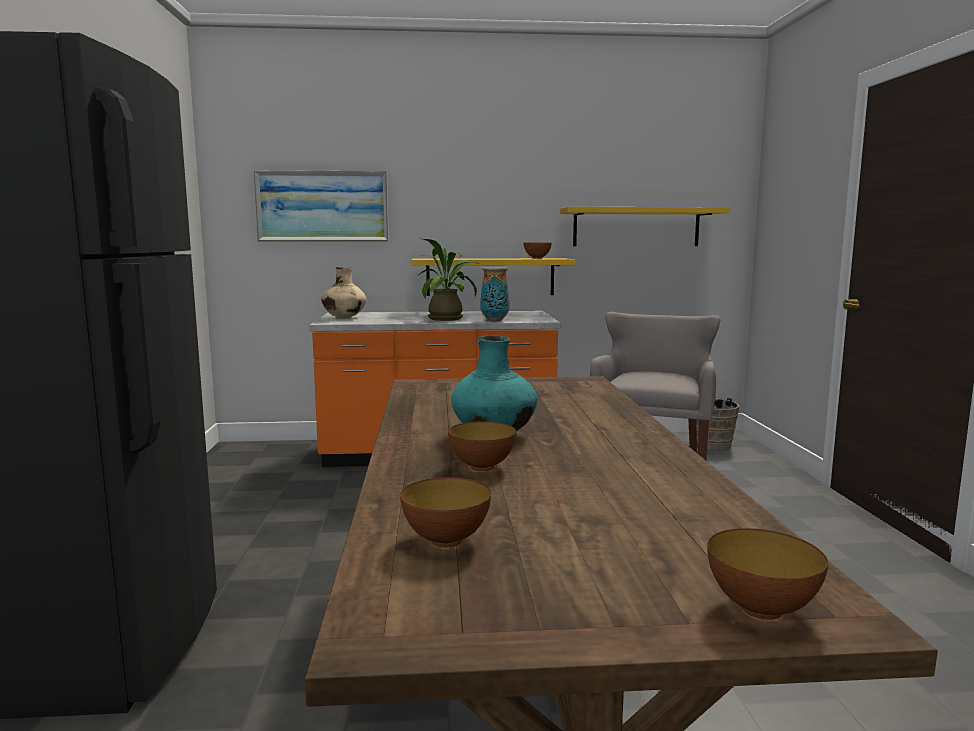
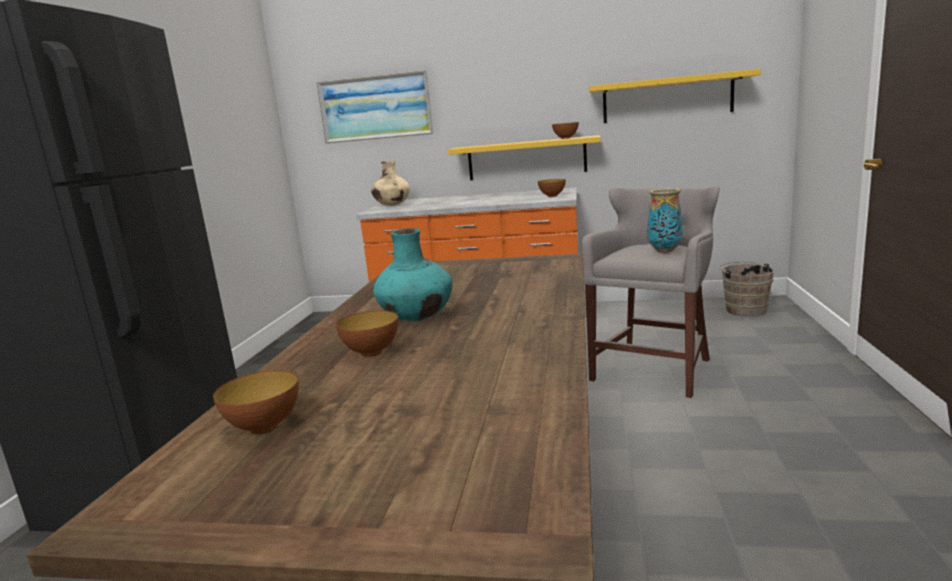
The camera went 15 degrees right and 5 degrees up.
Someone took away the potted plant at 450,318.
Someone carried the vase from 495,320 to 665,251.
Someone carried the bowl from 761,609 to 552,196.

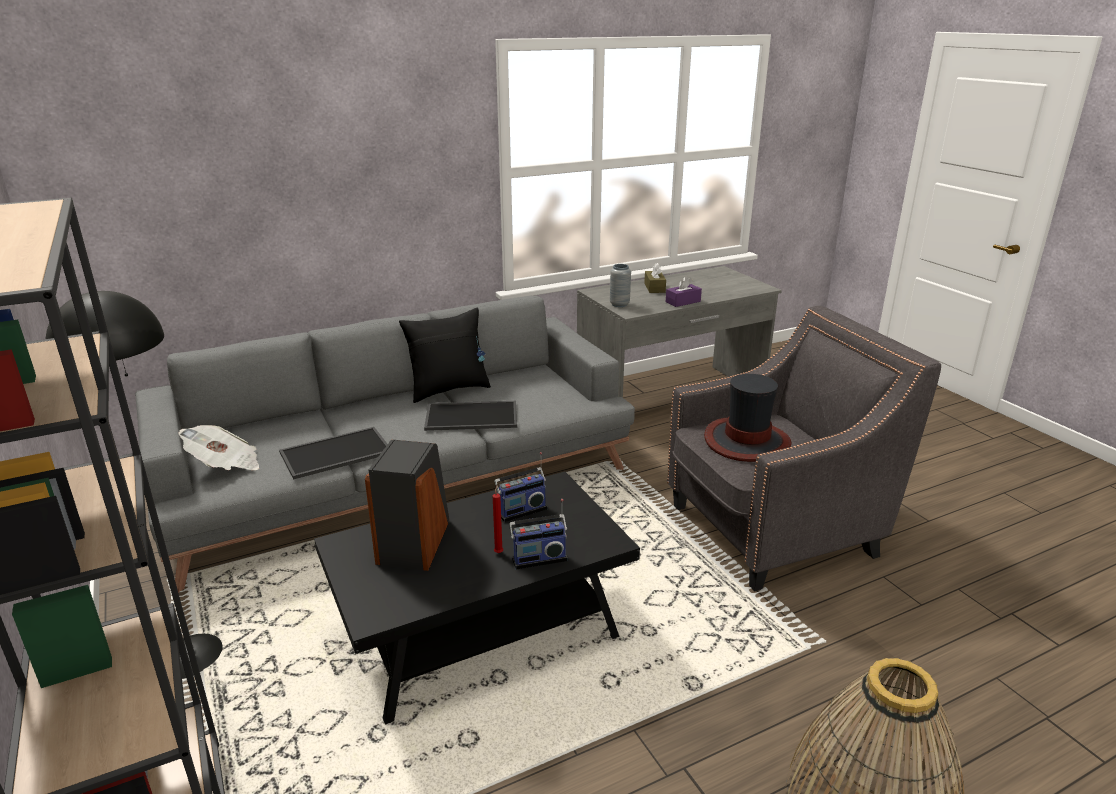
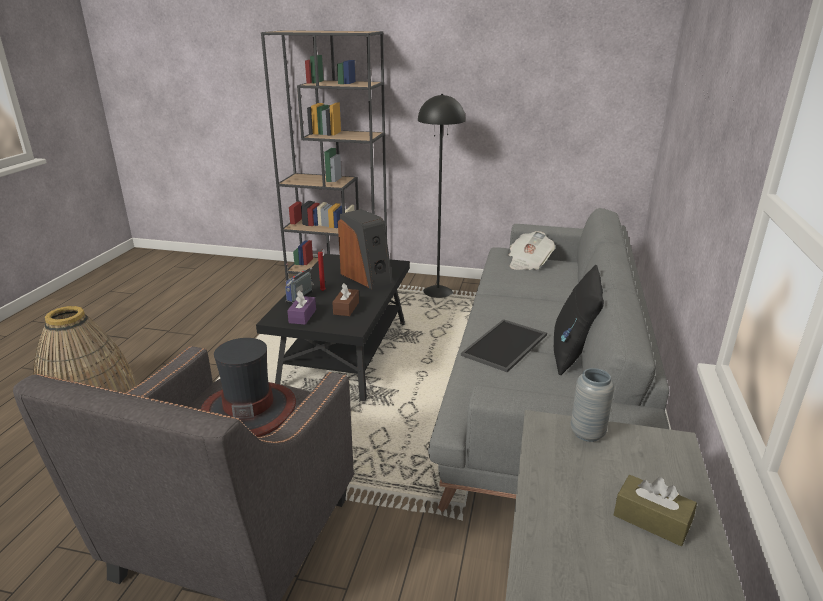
The camera went 130 degrees right and 0 degrees up.
Someone took away the tray at 335,454.
Someone swapped the radio at 521,510 for the brown tissue box at 346,308.
Someone carried the purple tissue box from 683,302 to 302,316.

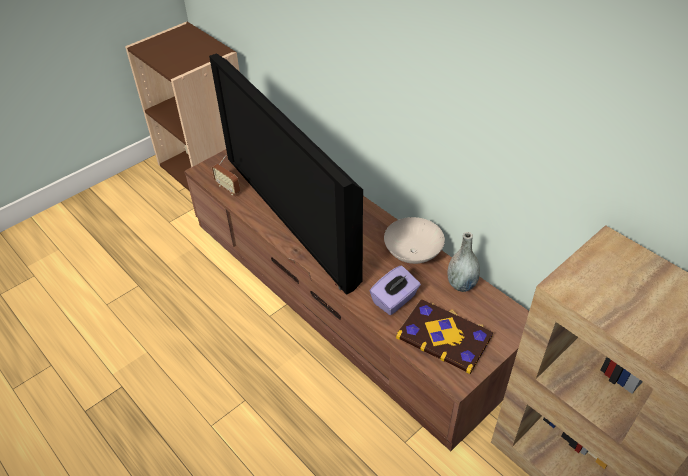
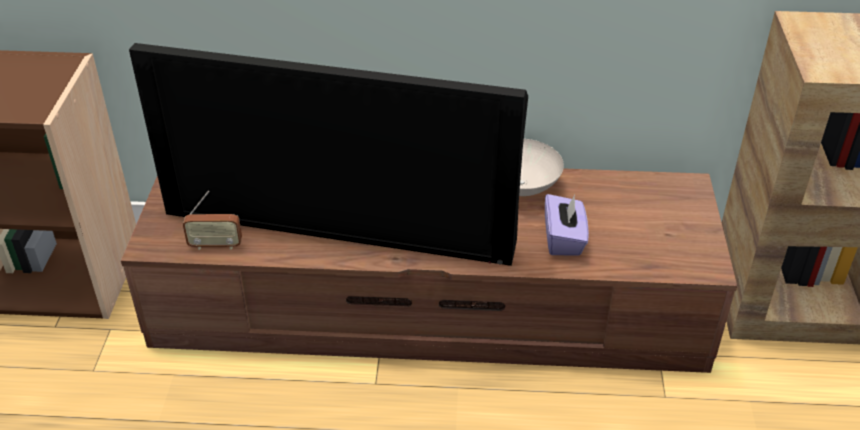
The camera went 45 degrees left and 5 degrees down.
Someone took away the book at 444,336.
Someone took away the grey vase at 461,285.

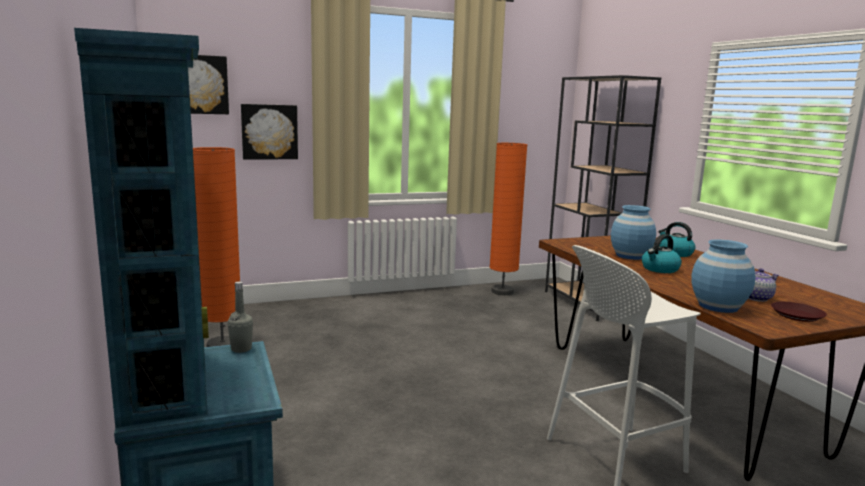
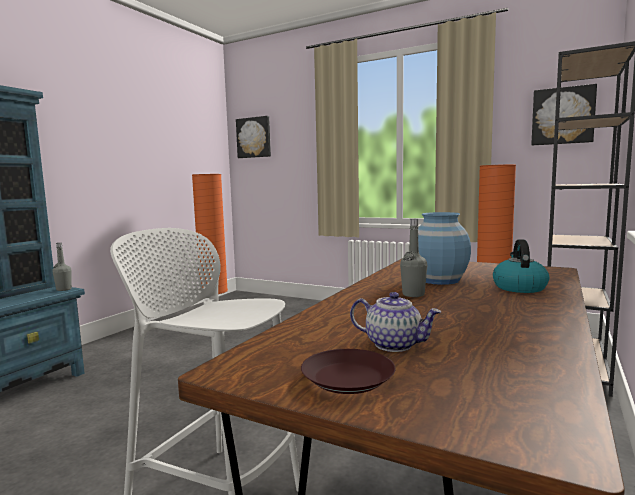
The camera went 50 degrees right and 5 degrees down.
Someone carried the picture from 269,132 to 562,116.
Someone swapped the kettle at 660,269 for the grey bottle at 413,294.
Someone took away the blue vase at 718,306.

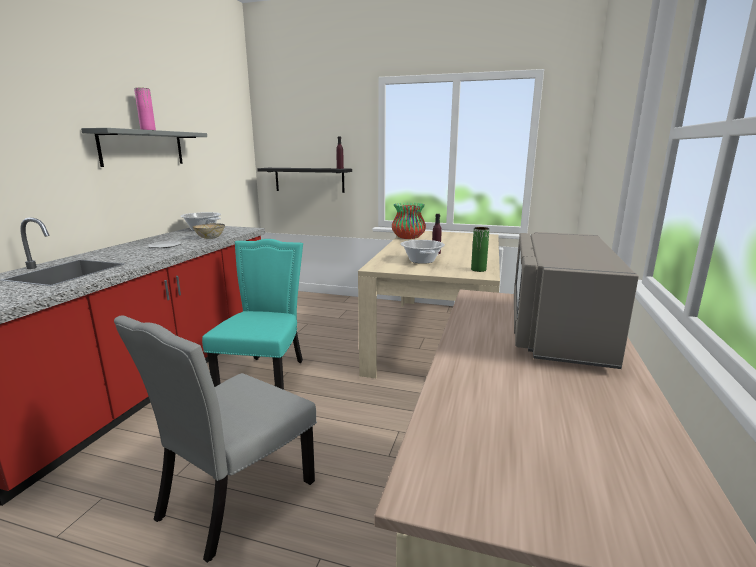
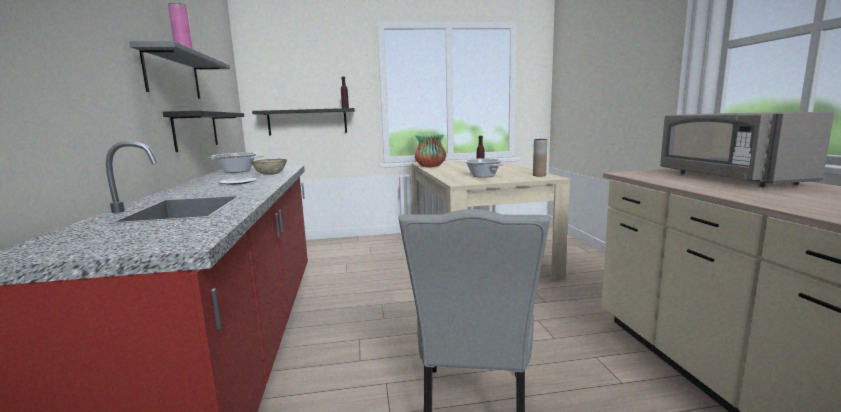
The camera went 25 degrees left and 5 degrees down.
Someone took away the turquoise chair at 264,379.
Someone repainted the green vase at 478,270, which became the brown vase at 539,175.
Someone put up the black shelf at 196,130.

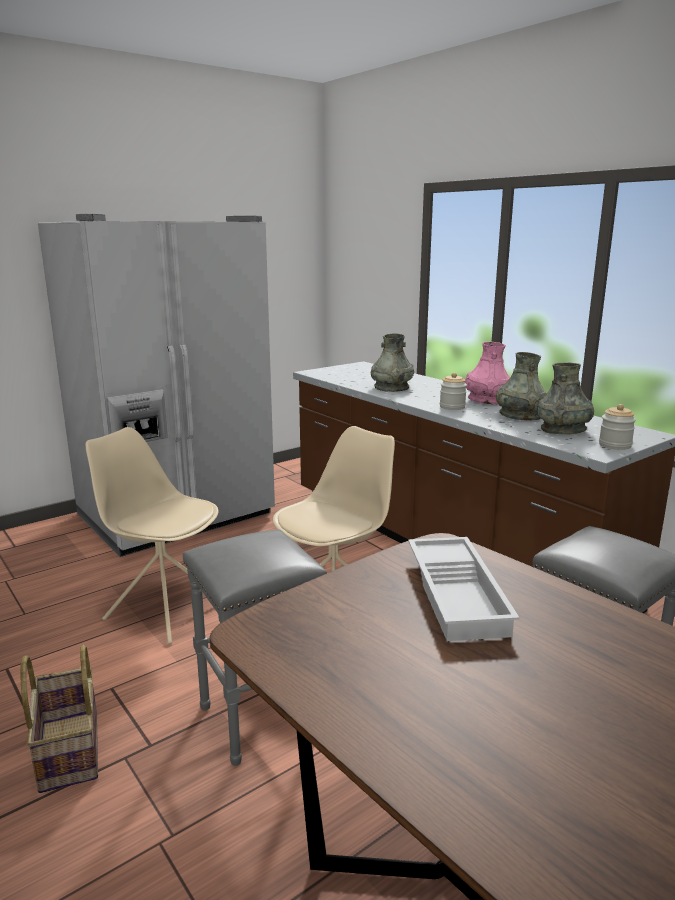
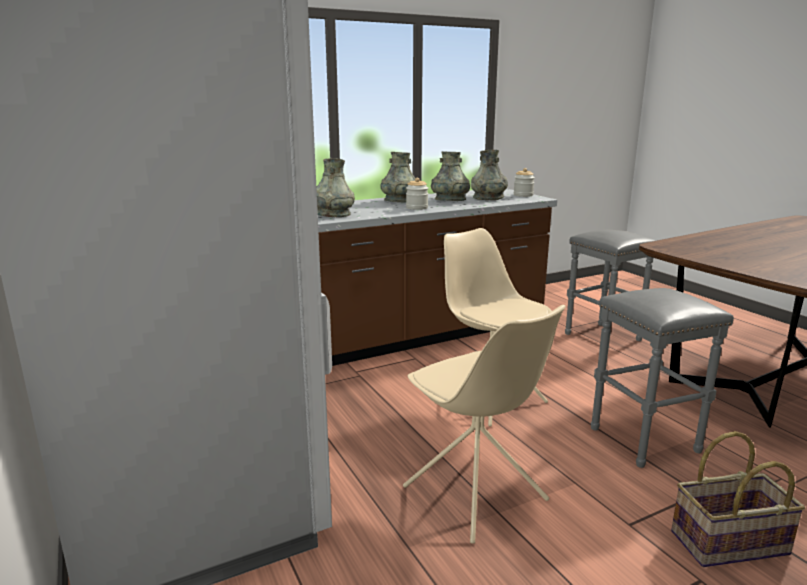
The camera went 80 degrees left and 0 degrees up.
Someone rotated the beige chair at 164,609 by 75 degrees counterclockwise.
Someone took away the white tray at 459,594.
Someone repainted the pink vase at 486,400, which became the grey vase at 399,201.

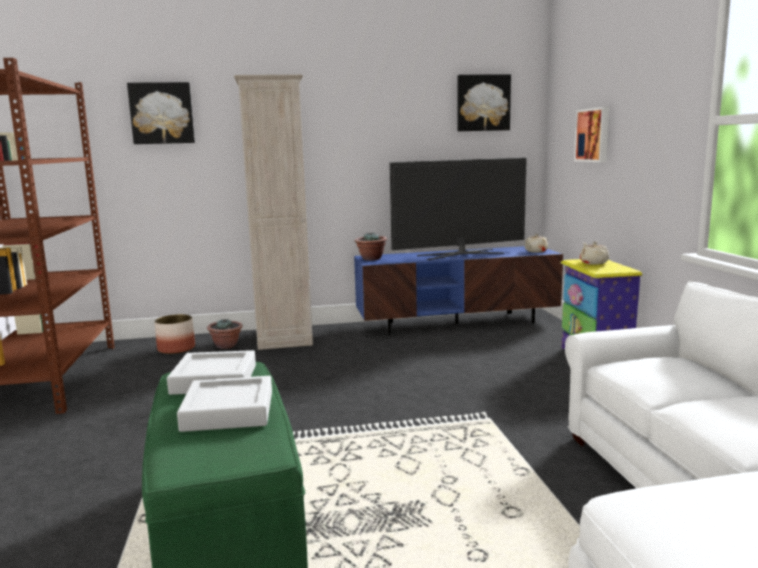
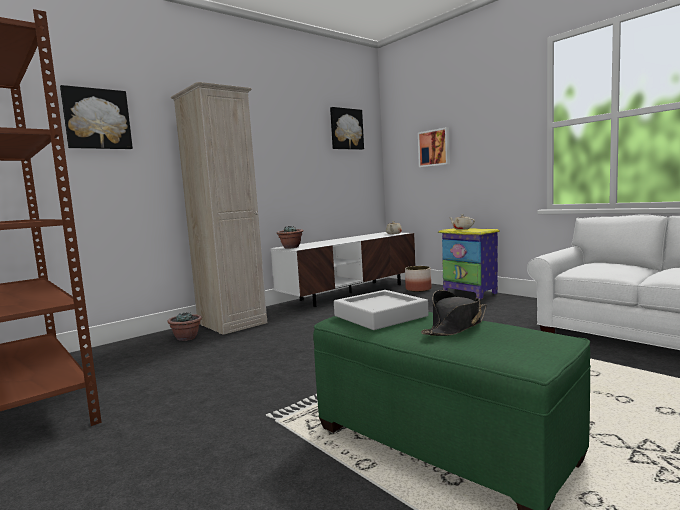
The camera went 30 degrees left and 5 degrees down.
Someone carried the planter from 177,349 to 418,289.
Someone swapped the grey tray at 228,411 for the black hat at 456,326.
Someone repainted the blue tv stand at 456,323, which became the white tv stand at 350,292.
Someone took away the television at 461,254.

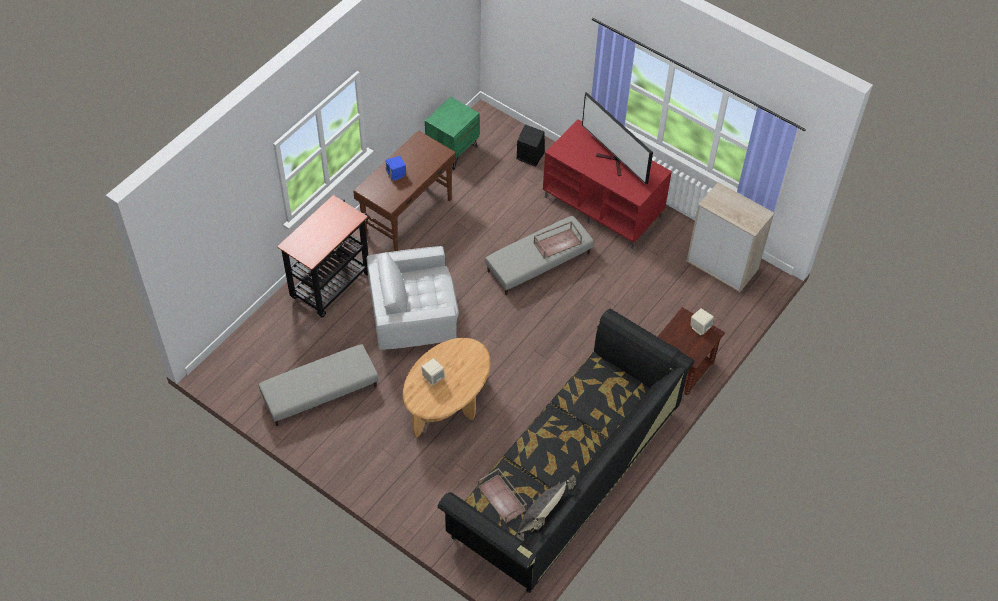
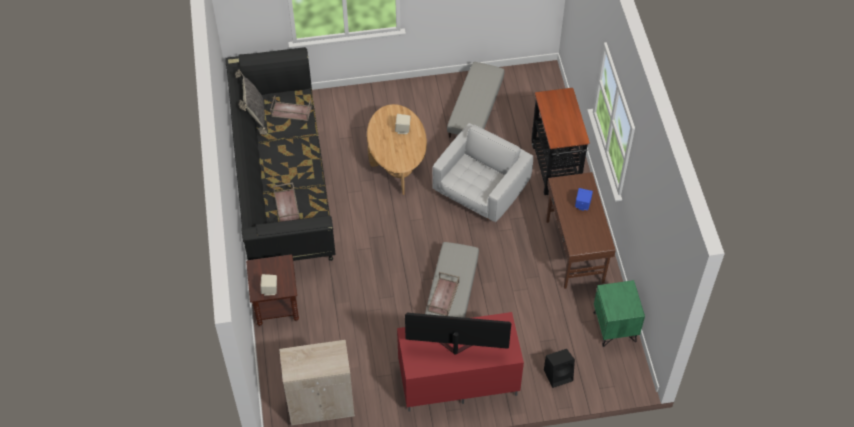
The camera went 135 degrees right and 0 degrees up.
Someone put down the brown tray at 287,206.

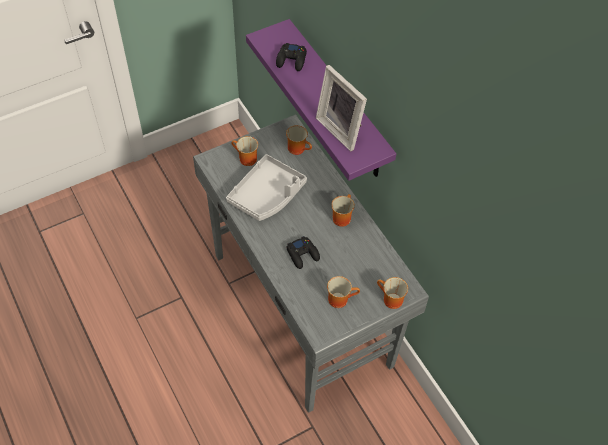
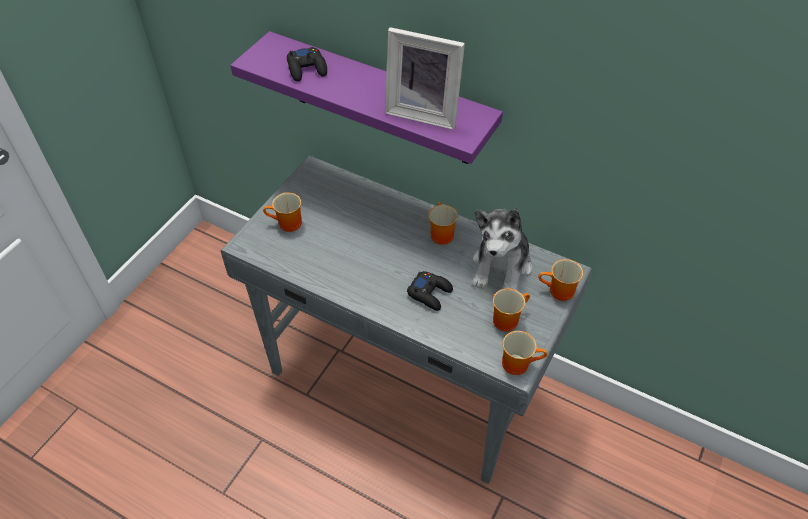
The camera went 30 degrees left and 5 degrees down.
Someone took away the grey tray at 267,195.
Someone carried the mug from 299,148 to 518,362.
Someone put down the plush toy at 501,266.

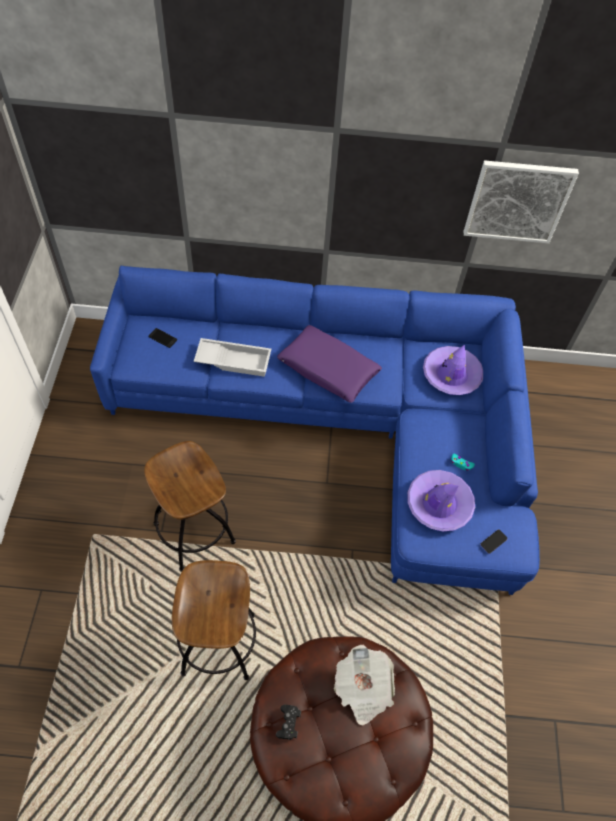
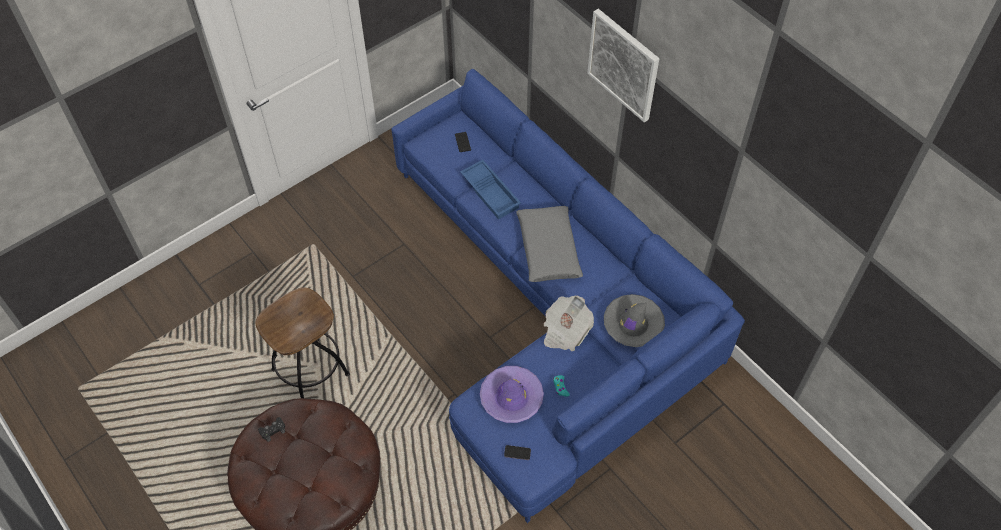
The camera went 50 degrees right and 0 degrees up.
Someone took away the brown stool at 194,532.
Someone repainted the white tray at 234,360, which became the blue tray at 491,192.
Someone repainted the purple pillow at 328,369, which became the grey pillow at 548,249.
Someone carried the newspaper from 363,689 to 565,331.
Someone repainted the purple hat at 451,375, which became the grey hat at 633,324.
Someone carried the picture from 517,201 to 624,64.

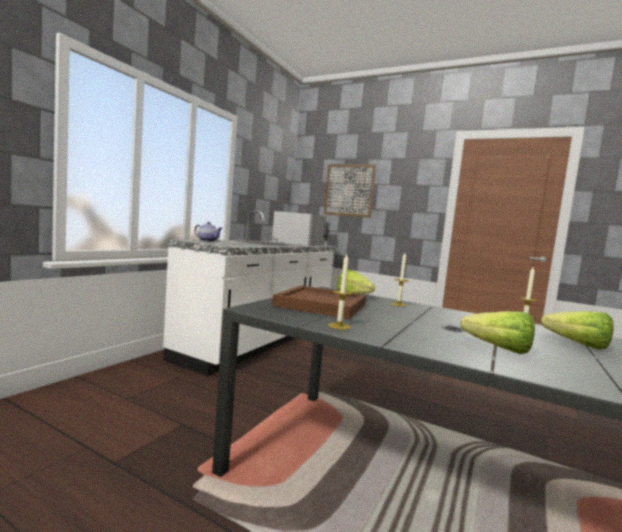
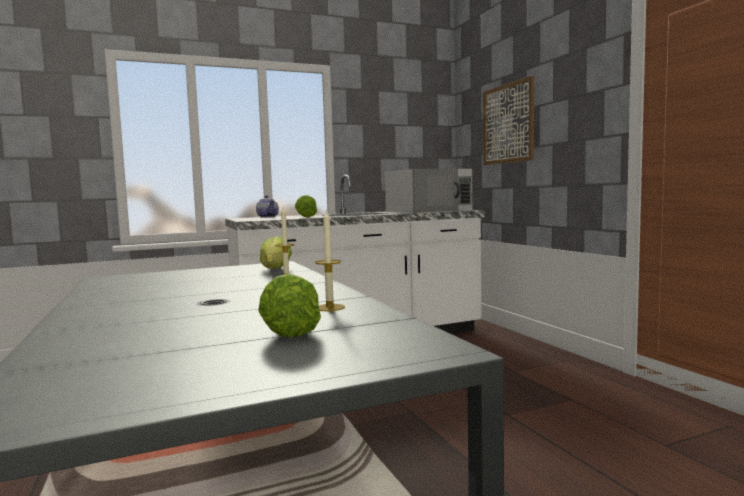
The camera went 40 degrees right and 0 degrees up.
Someone took away the brown tray at 322,305.
Someone took away the candle at 339,326.
Someone carried the lettuce from 492,348 to 304,216.

